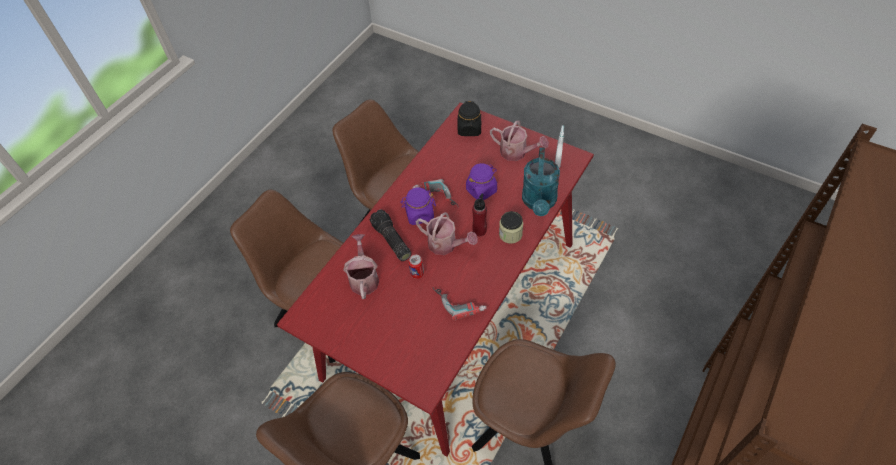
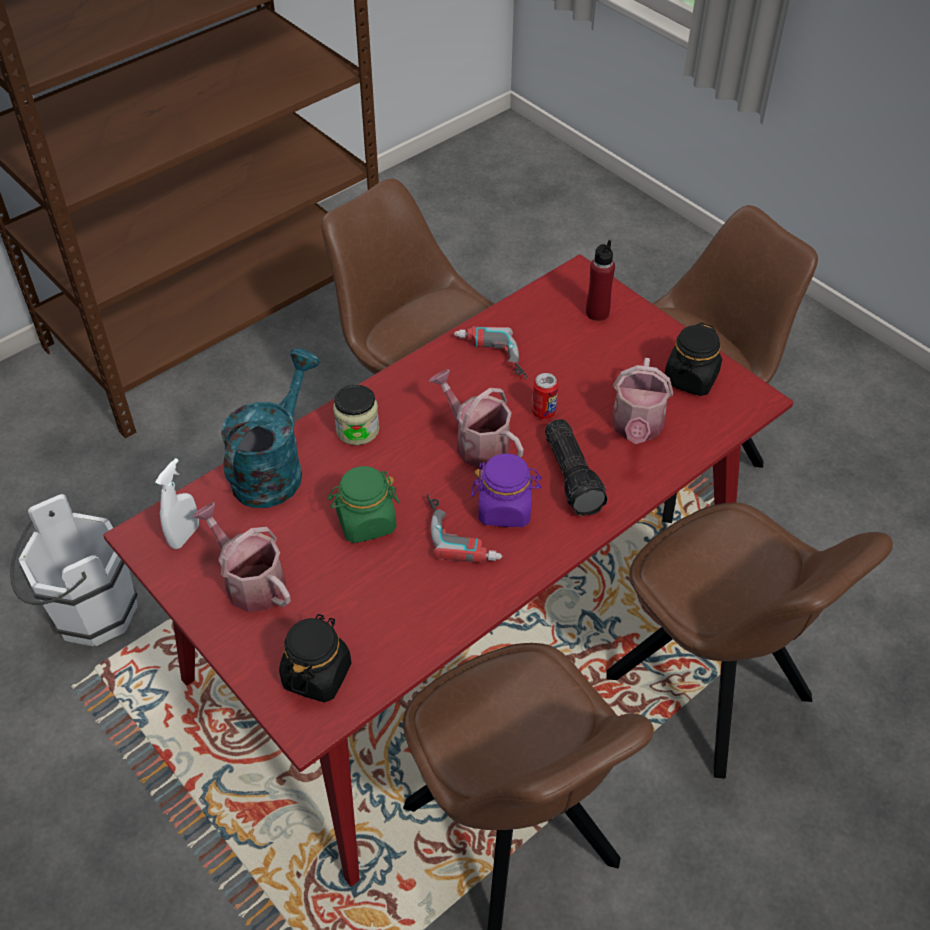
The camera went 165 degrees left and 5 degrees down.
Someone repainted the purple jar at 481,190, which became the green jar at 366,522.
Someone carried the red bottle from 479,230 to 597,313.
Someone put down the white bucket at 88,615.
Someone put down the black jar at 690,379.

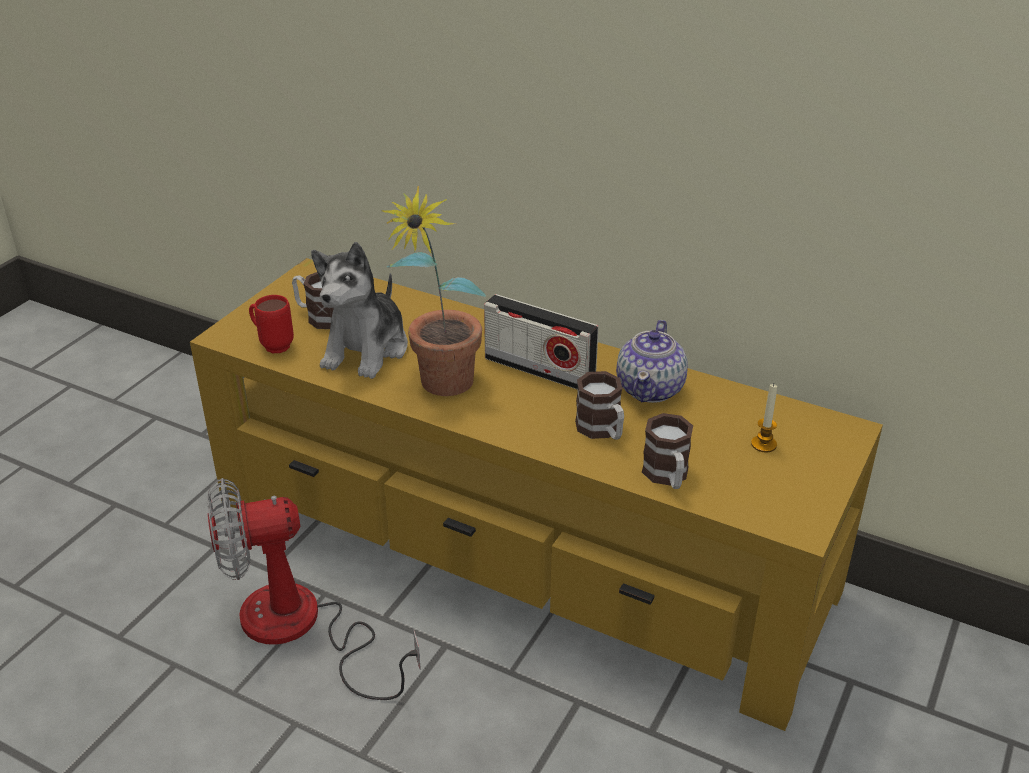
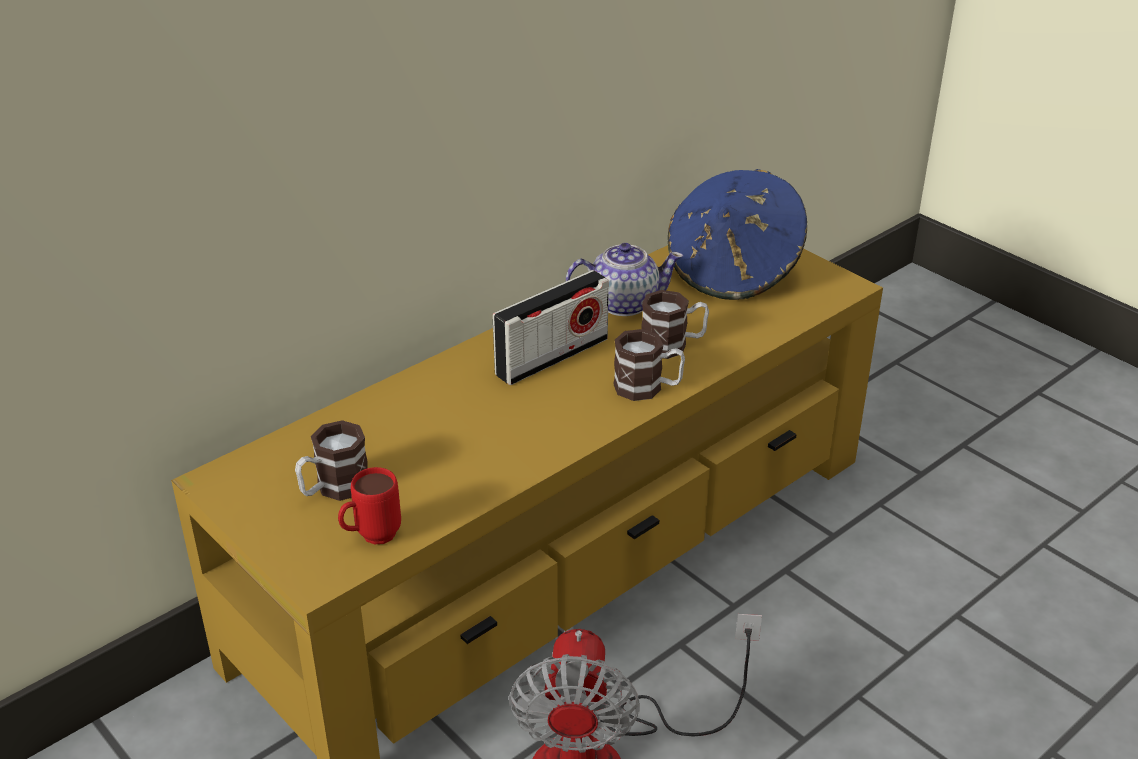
The camera went 70 degrees left and 0 degrees up.
Someone took away the plush toy at 366,350.
Someone took away the potted plant at 440,390.
Someone rotated the teapot at 651,388 by 45 degrees counterclockwise.
Someone carried the mug from 667,477 to 648,388.
Someone swapped the candle at 763,444 for the blue hat at 734,271.

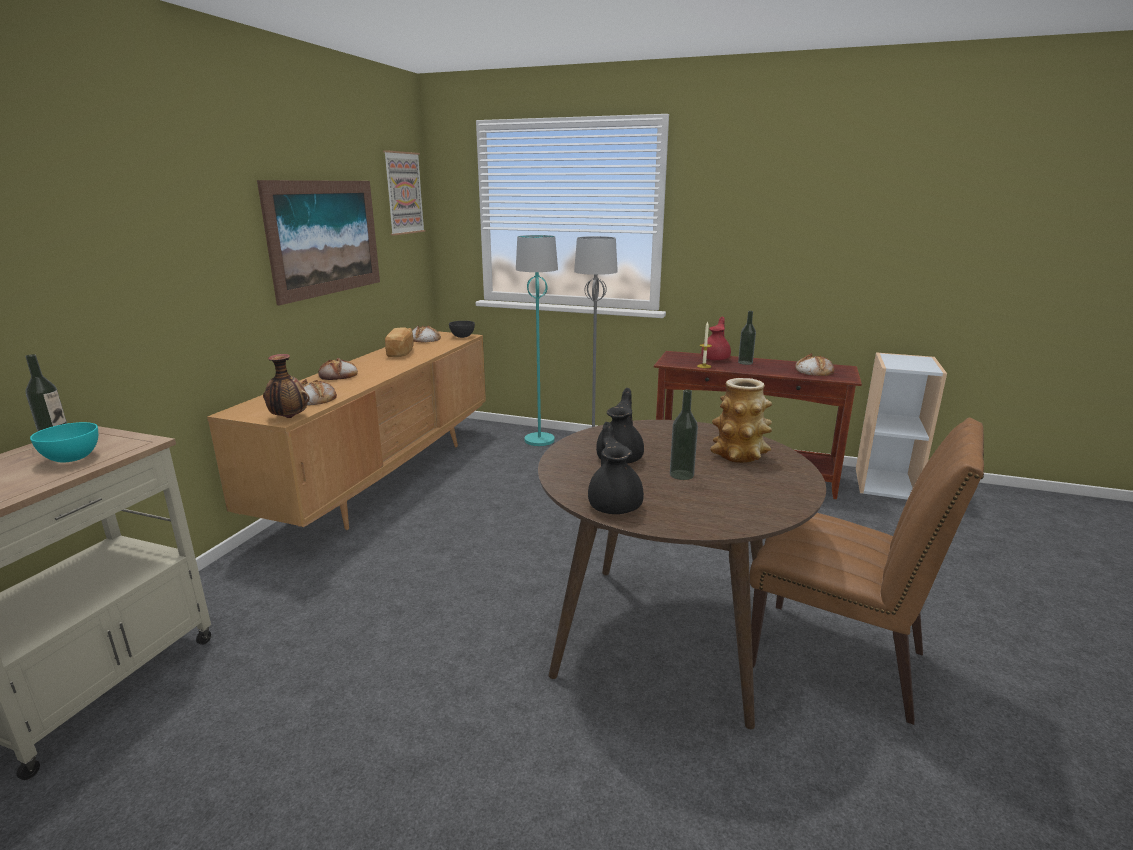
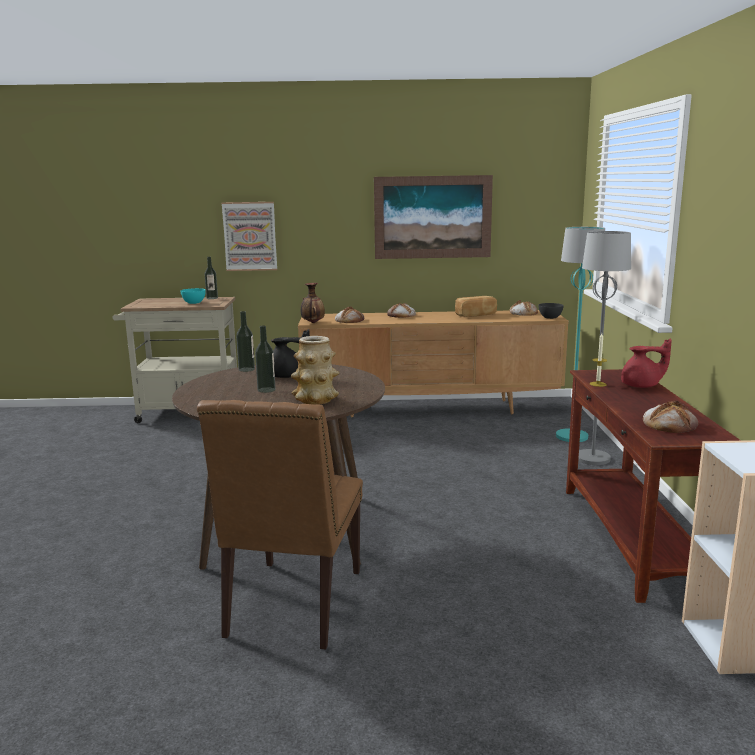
The camera went 70 degrees right and 5 degrees down.
Someone carried the picture from 403,193 to 250,236.
Someone took away the black teapot at 615,504.
Someone carried the bottle from 745,362 to 246,369.

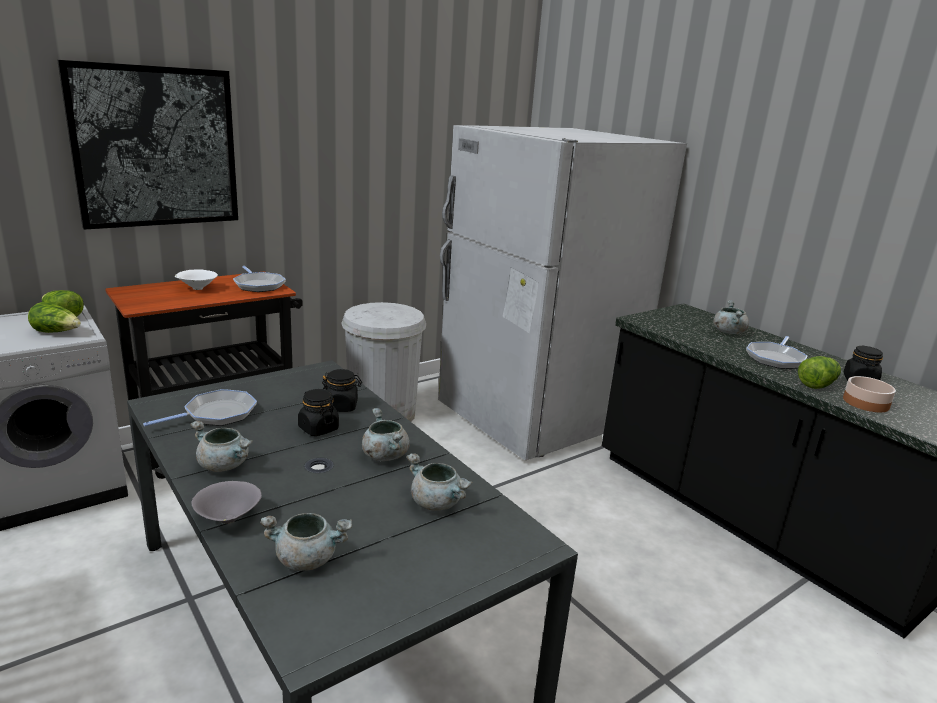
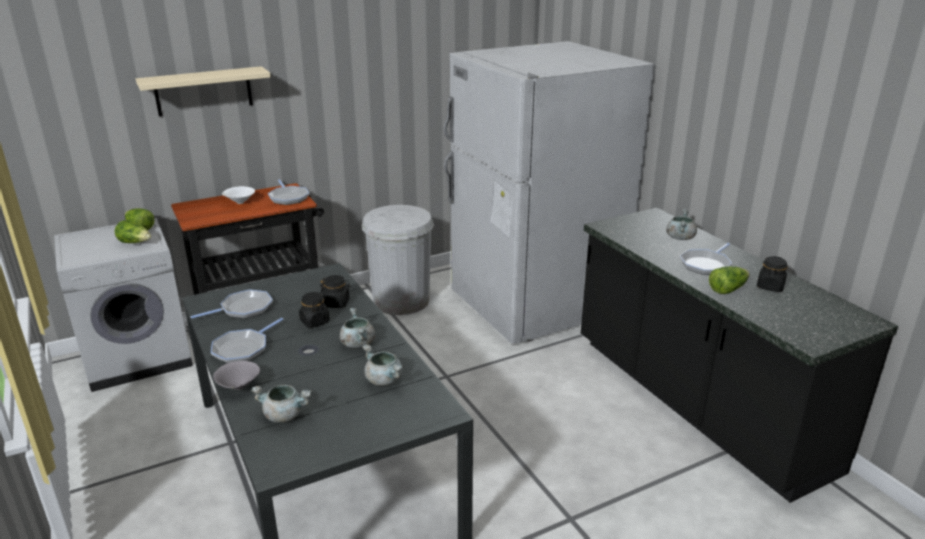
The camera went 10 degrees right and 5 degrees up.
Someone swapped the picture at 156,147 for the beige shelf at 203,91.
Someone swapped the grey cooking pot at 225,465 for the frying pan at 243,348.
Someone took away the bowl at 866,403.

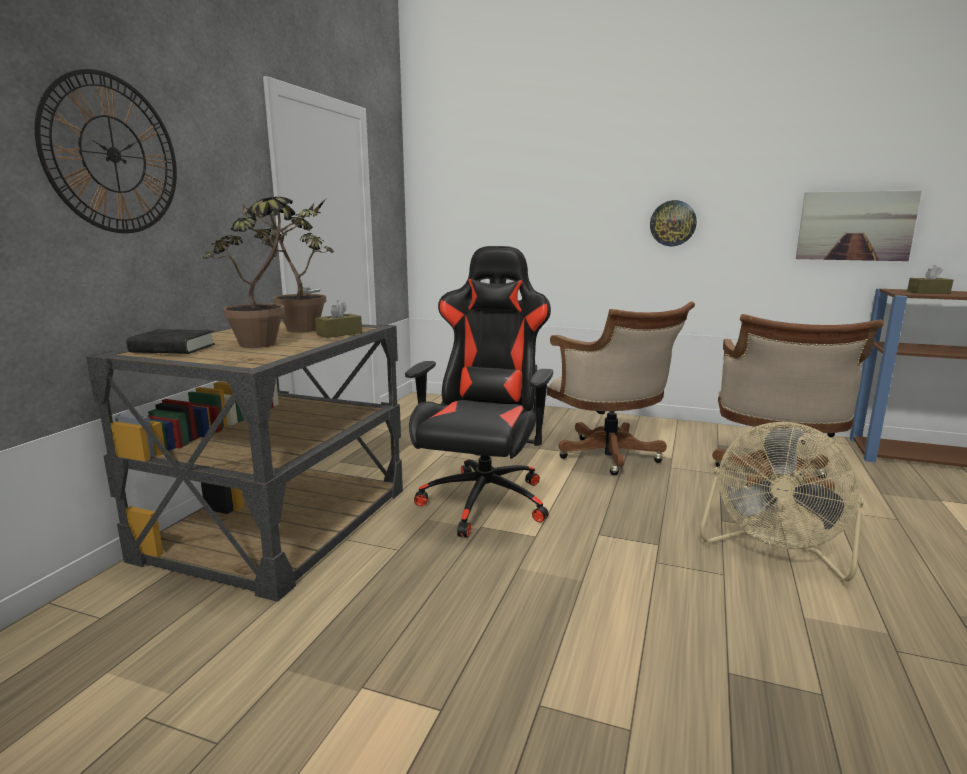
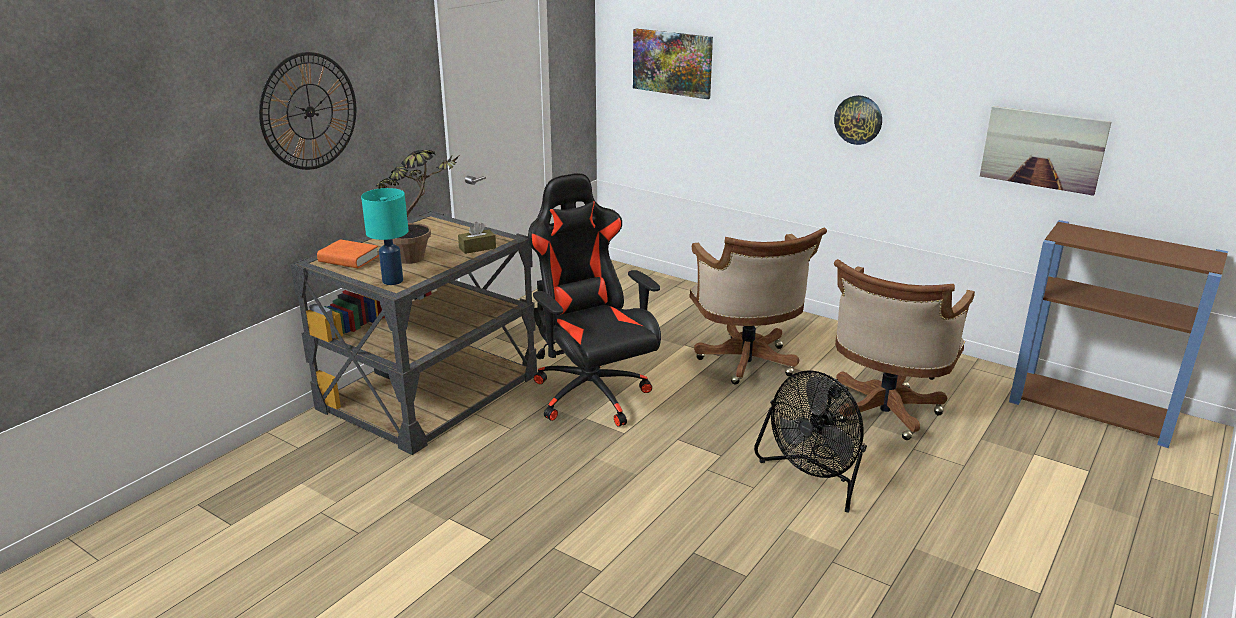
The camera went 15 degrees right and 10 degrees up.
Someone repainted the black book at 173,348, which became the orange book at 348,259.
Someone took away the potted plant at 293,328.
Someone rotated the black office chair at 481,507 by 60 degrees counterclockwise.
Someone repainted the beige fan at 771,550, which became the black fan at 813,475.
Someone took away the brown tissue box at 928,292.
Someone put down the turquoise table lamp at 392,281.
Someone put up the picture at 672,63.

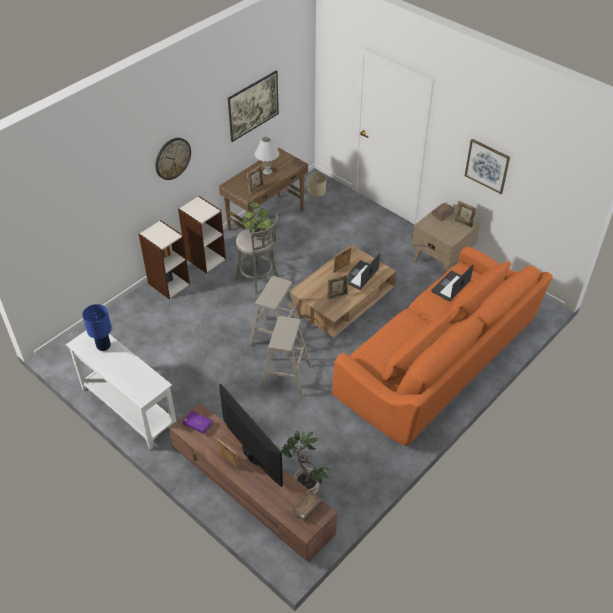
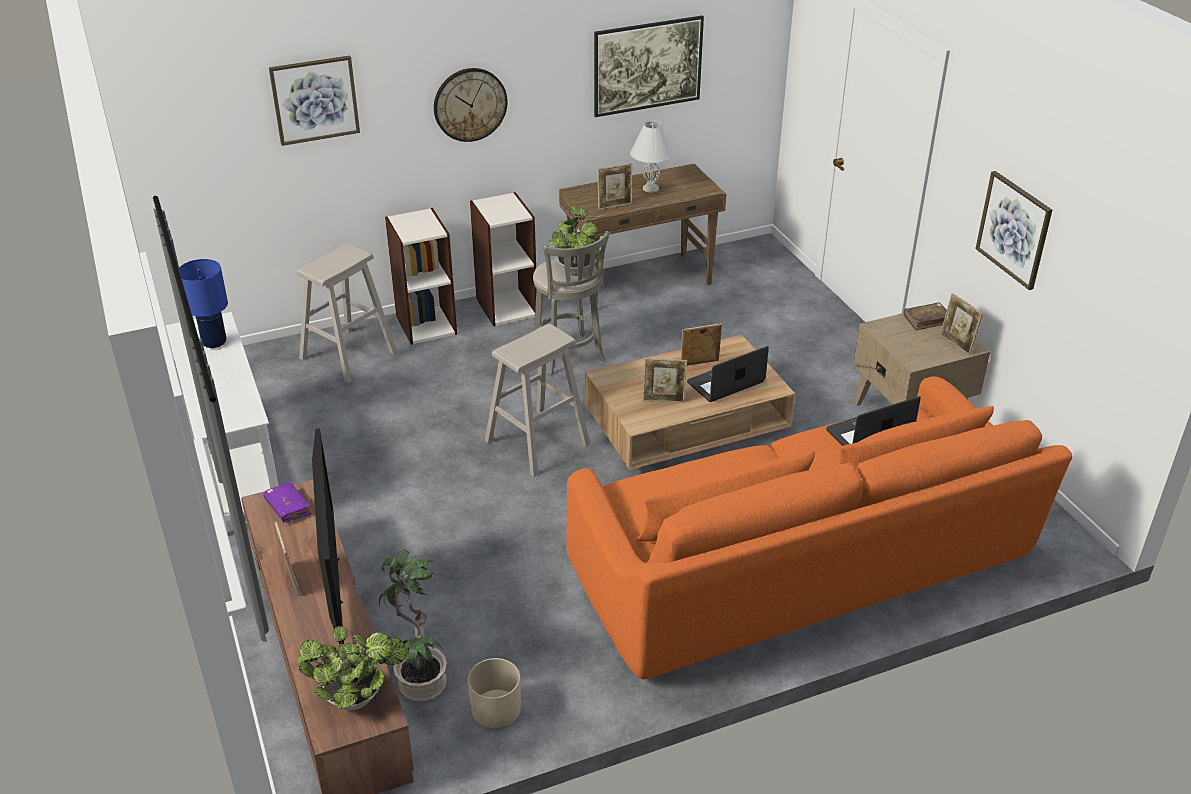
The camera went 25 degrees right and 10 degrees down.
Someone carried the beige stool from 286,377 to 348,355.
Someone swapped the brown book at 306,509 for the potted plant at 358,698.
Someone carried the beige planter from 316,191 to 495,709.
Someone put up the picture at 315,100.

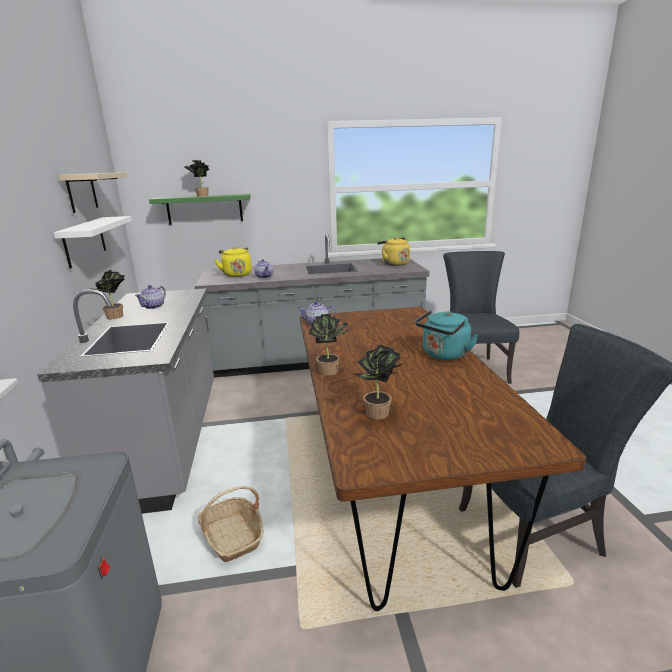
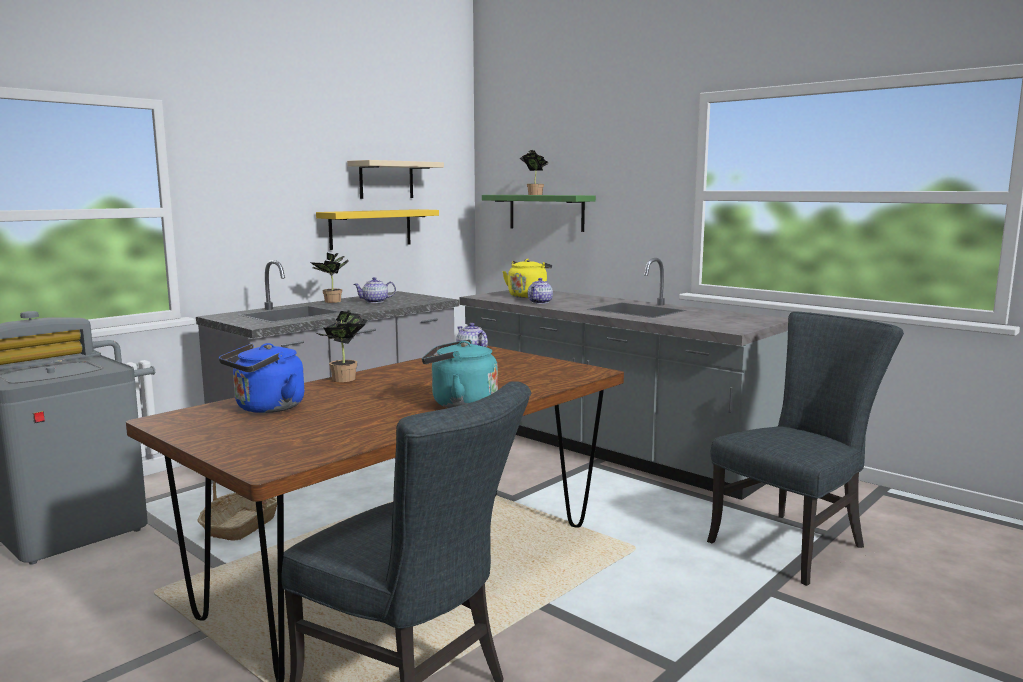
The camera went 50 degrees right and 10 degrees down.
Someone repainted the white shelf at 85,241, which became the yellow shelf at 370,228.
Someone swapped the potted plant at 379,415 for the blue kettle at 266,408.
Someone took away the yellow kettle at 394,263.

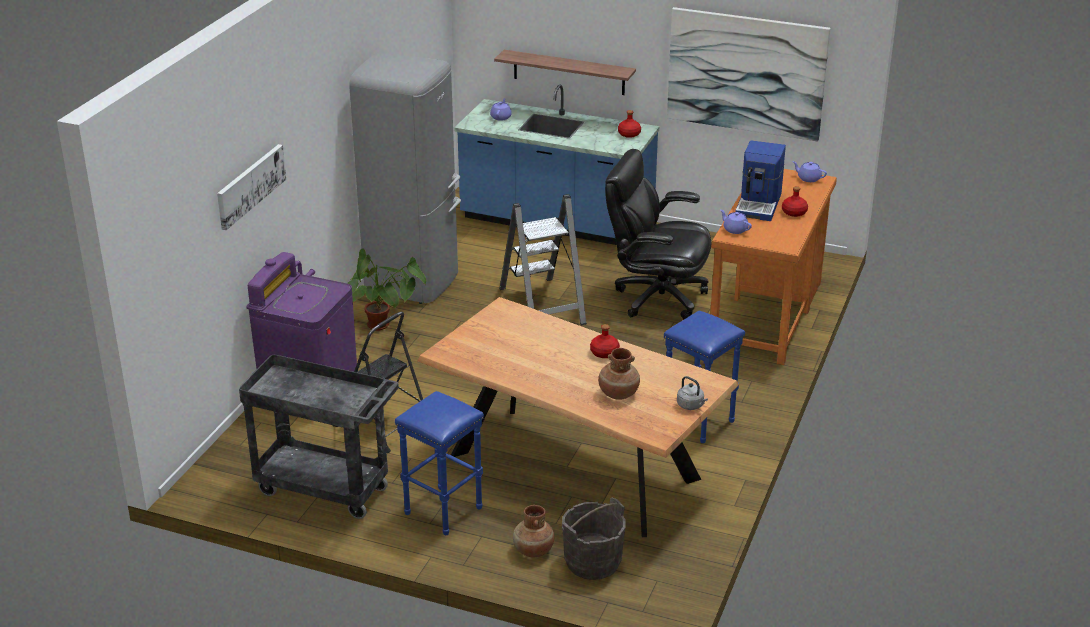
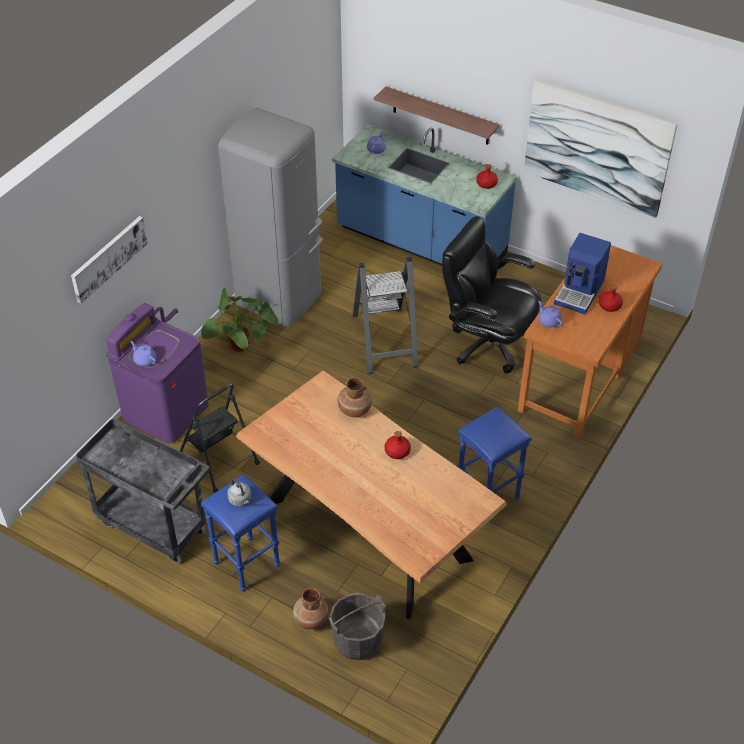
The camera went 10 degrees right and 15 degrees up.
Someone carried the brown vase from 618,393 to 354,409.
Someone carried the grey kettle from 691,406 to 240,500.
Someone carried the purple teapot from 808,178 to 144,359.

